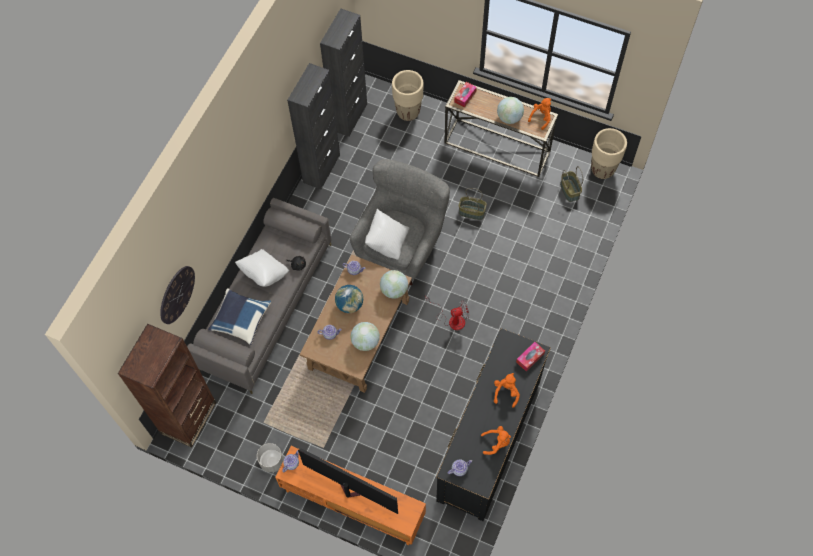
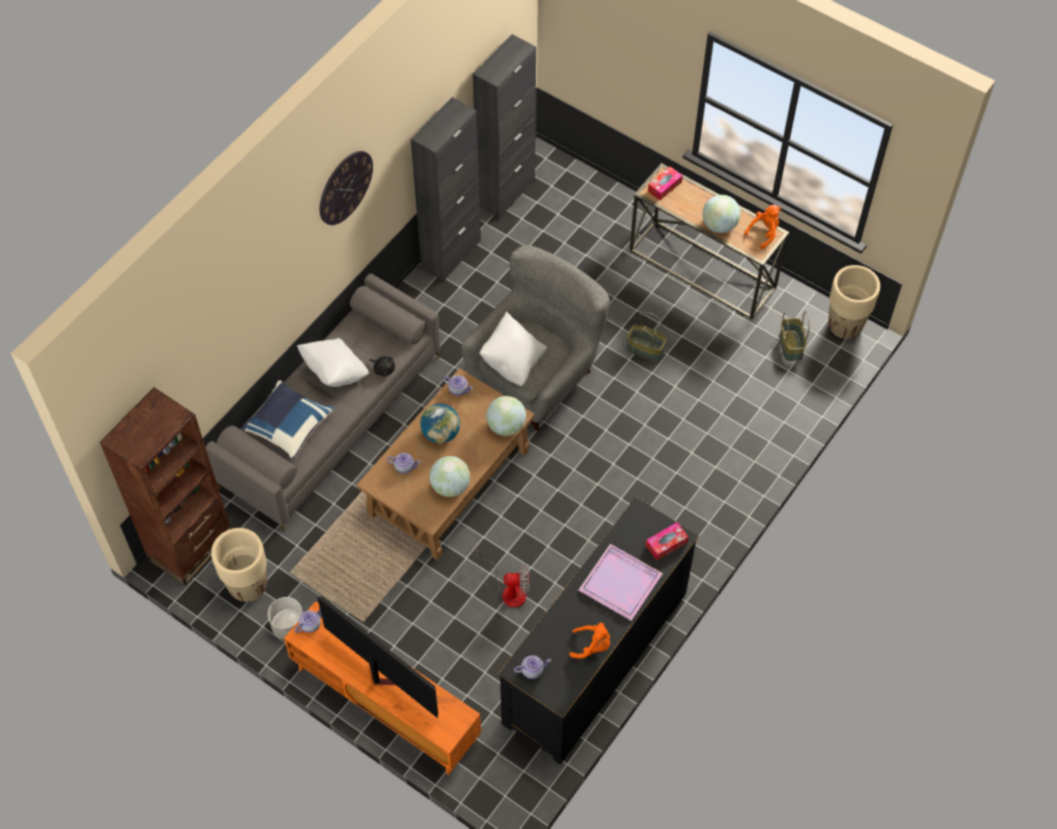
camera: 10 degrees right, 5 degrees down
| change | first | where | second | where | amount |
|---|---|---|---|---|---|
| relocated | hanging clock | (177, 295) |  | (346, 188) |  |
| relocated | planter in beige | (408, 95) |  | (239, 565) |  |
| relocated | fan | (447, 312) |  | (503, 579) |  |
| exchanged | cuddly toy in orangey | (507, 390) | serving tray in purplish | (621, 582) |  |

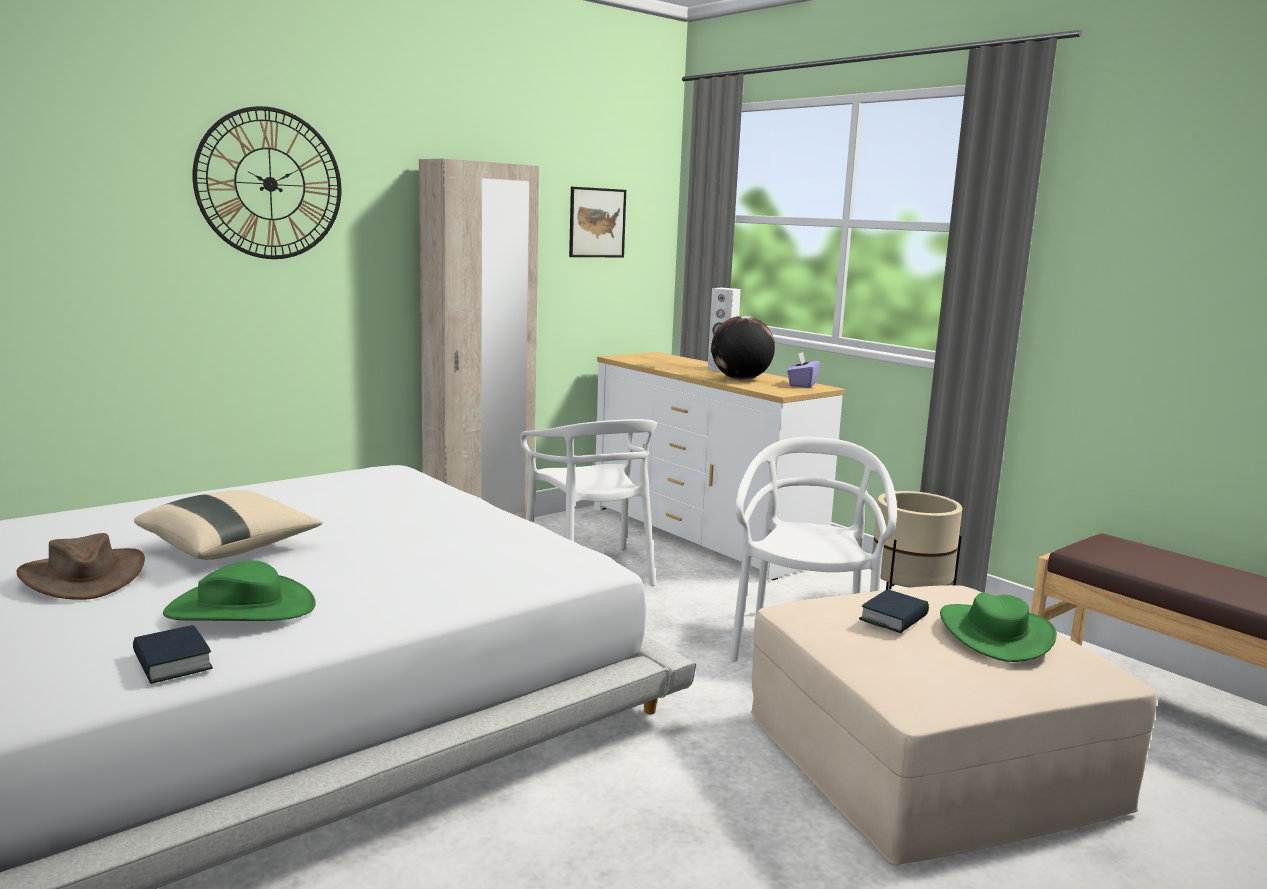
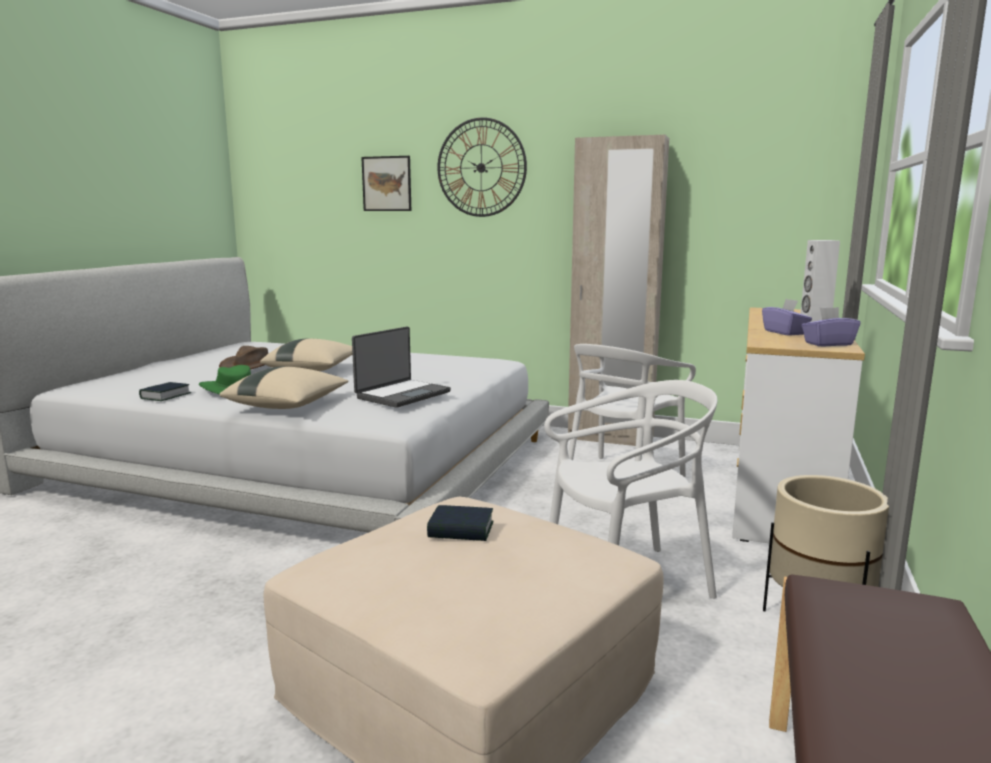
camera: 60 degrees right, 0 degrees up
| change | first | where | second | where | amount |
|---|---|---|---|---|---|
| relocated | picture | (597, 222) |  | (386, 183) |  |
| exchanged | world globe | (743, 348) | tissue box in purplish | (787, 317) |  |
| missing | wearable hat in greenish | (998, 627) |  |  |  |
| appeared |  |  | pillow in beige | (283, 387) |  |
| appeared |  |  | portable computer | (401, 367) |  |

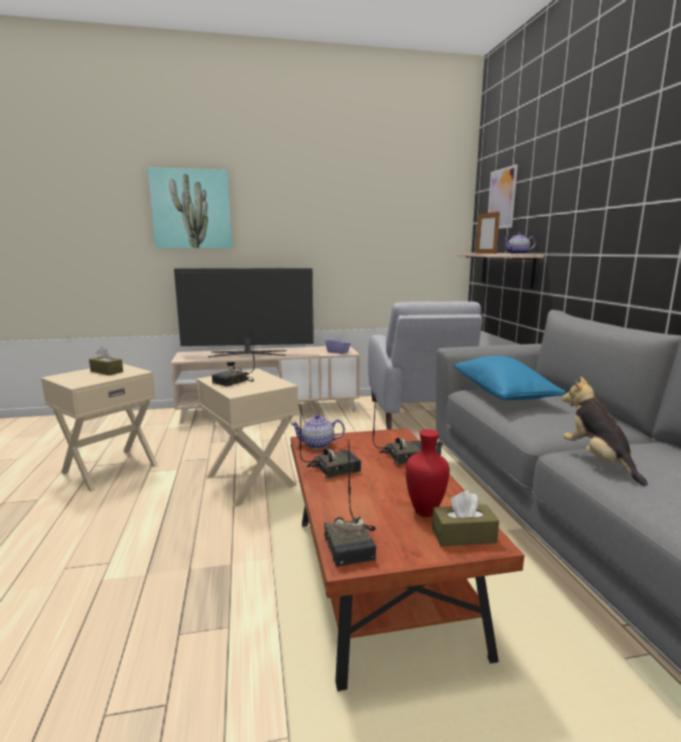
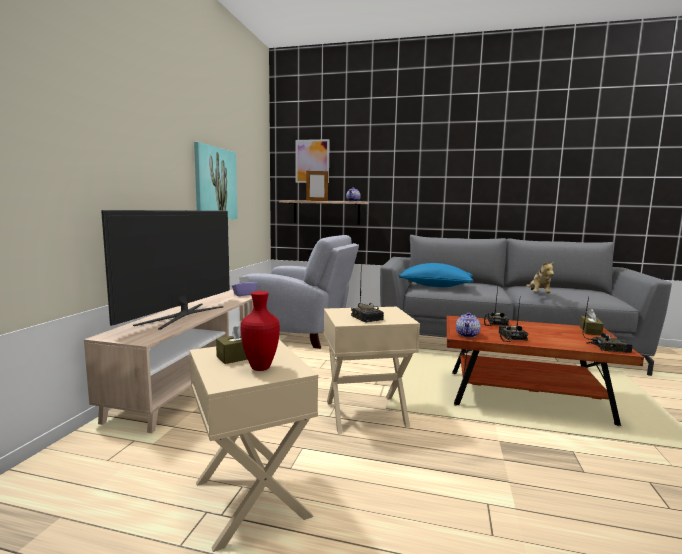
camera: 65 degrees left, 5 degrees down
| change | first | where | second | where | amount |
|---|---|---|---|---|---|
| relocated | picture | (190, 207) |  | (215, 180) |  |
| relocated | vase in red-coloured | (427, 473) |  | (260, 331) |  |
| spun | cuddly toy | (605, 431) |  | (540, 277) | 90 degrees counterclockwise |

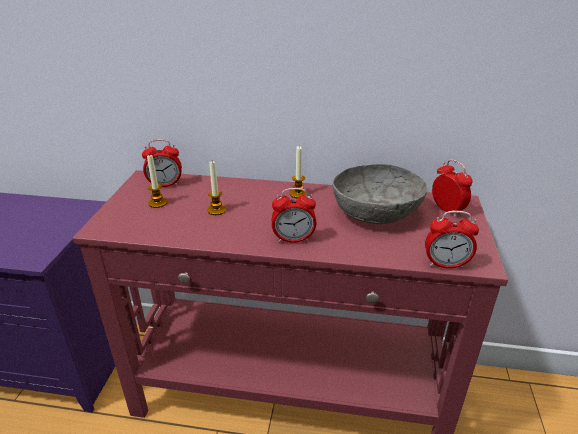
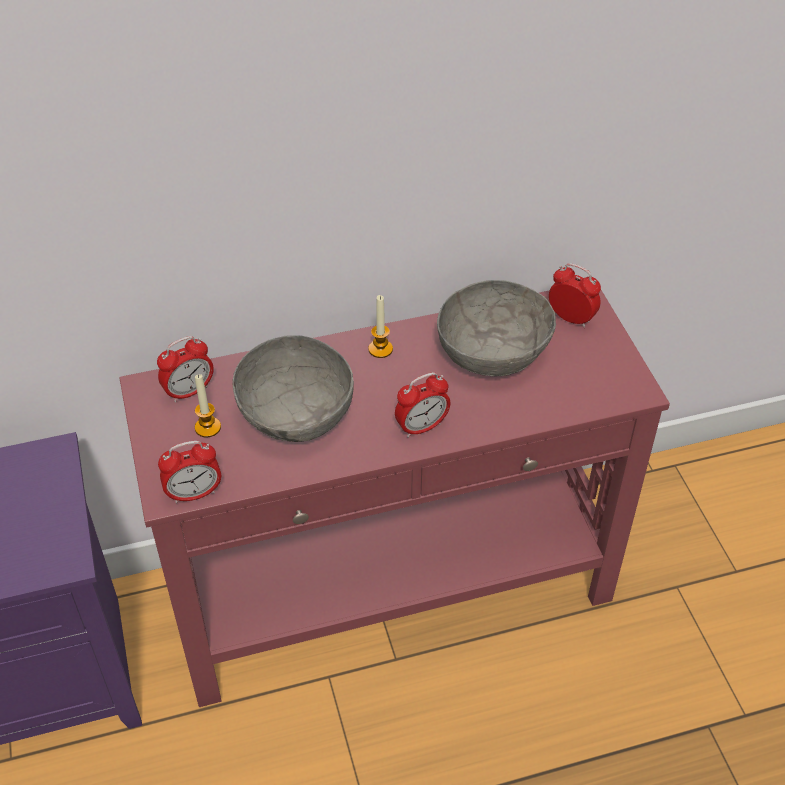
camera: 25 degrees left, 15 degrees up
| change | first | where | second | where | amount |
|---|---|---|---|---|---|
| exchanged | candle | (216, 188) | serving bowl in gray | (293, 388) |  |
| relocated | alarm clock | (452, 240) |  | (189, 472) |  |

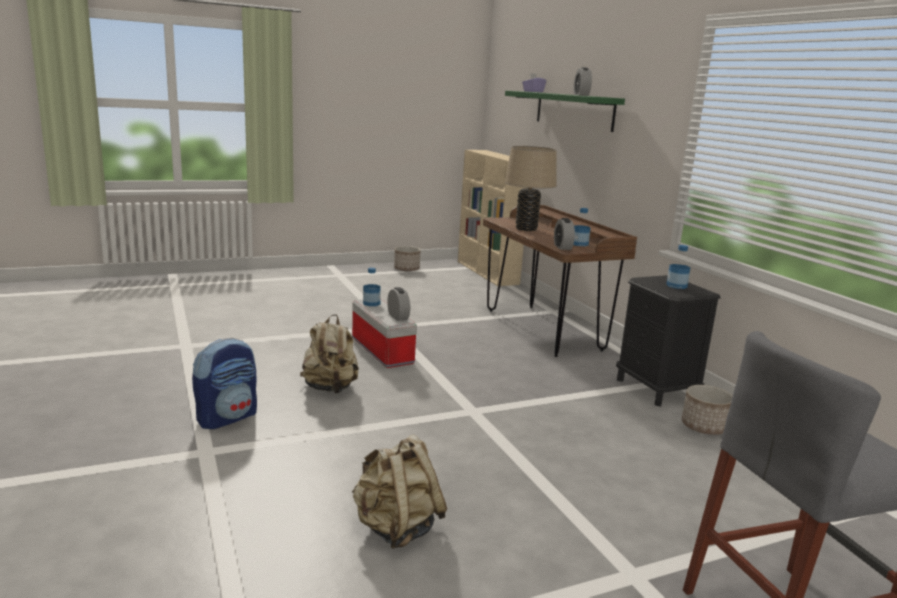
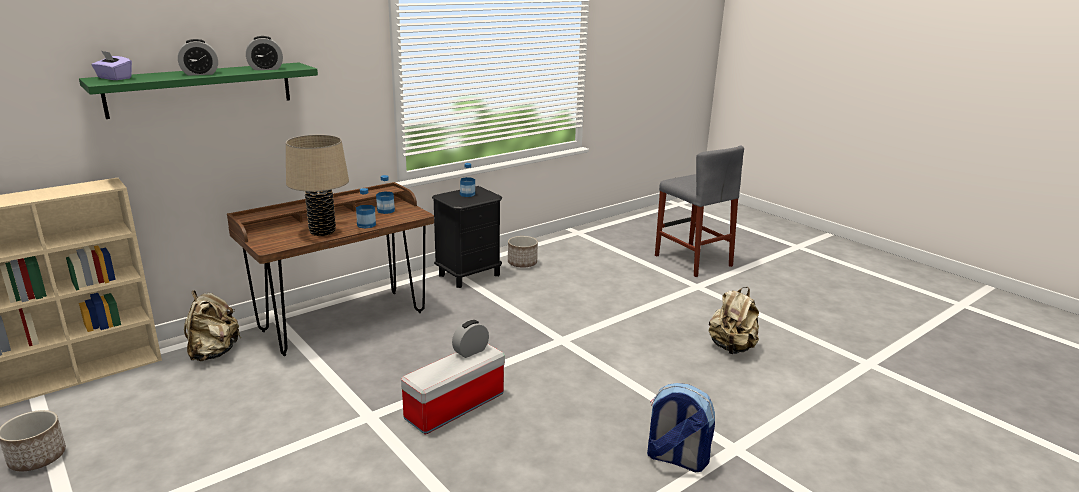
camera: 105 degrees left, 5 degrees up
| change | first | where | second | where | amount |
|---|---|---|---|---|---|
| relocated | backpack in beige | (329, 354) |  | (212, 325) |  |
| relocated | beverage bottle | (372, 287) |  | (366, 208) |  |
| relocated | alarm clock | (564, 234) |  | (198, 57) |  |

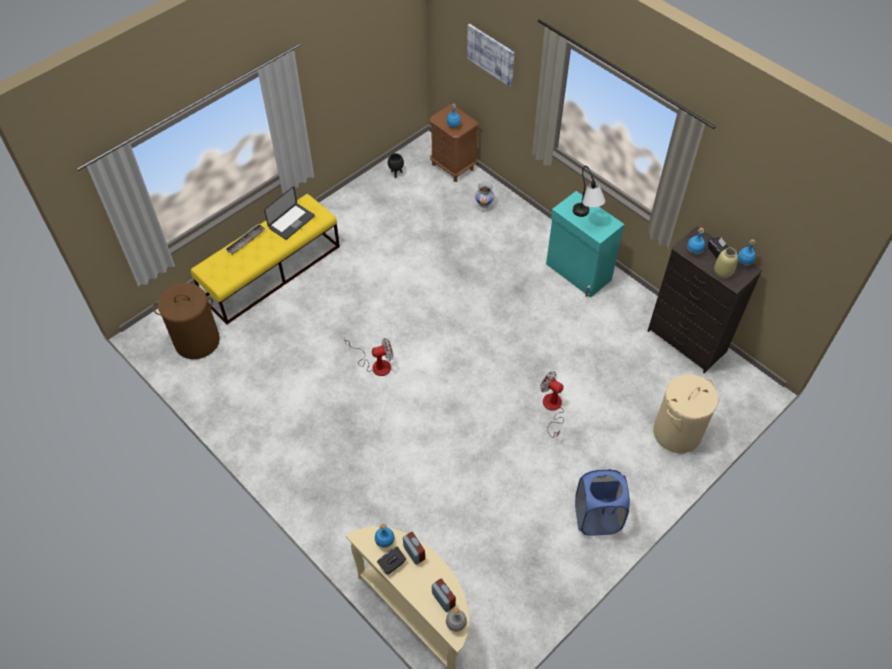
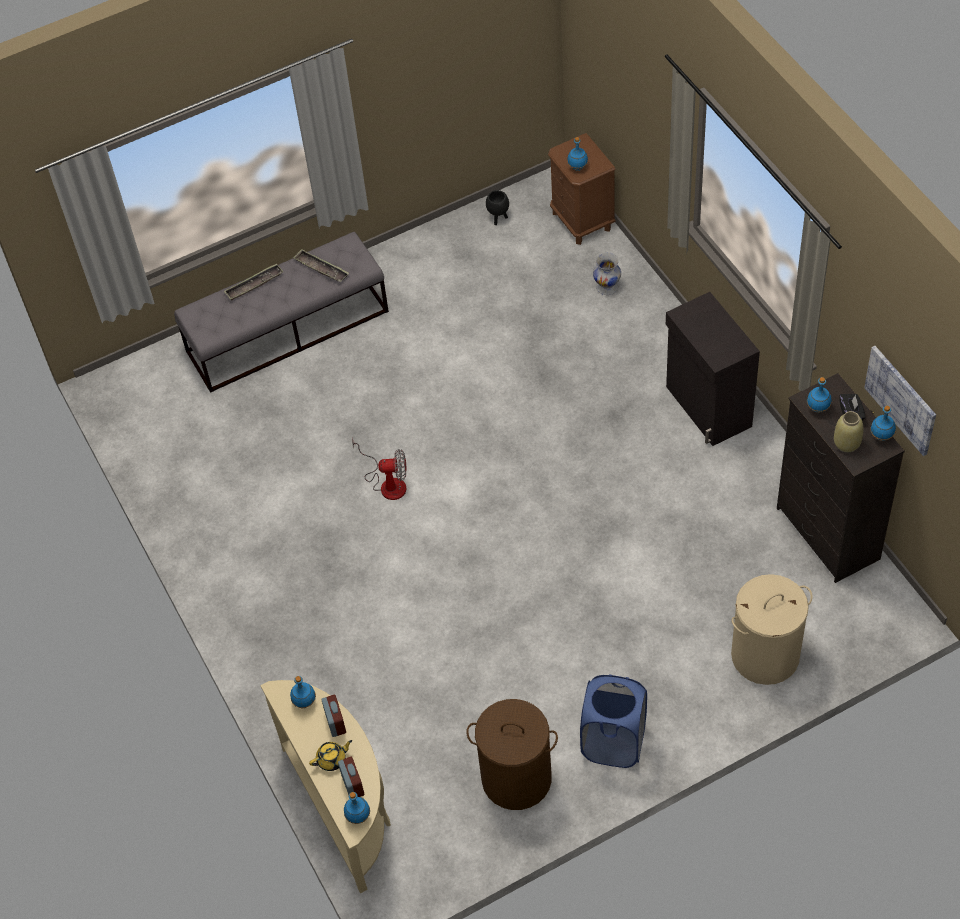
camera: 20 degrees right, 0 degrees up
| change | first | where | second | where | amount |
|---|---|---|---|---|---|
| relocated | hamper in brown-coloured | (186, 321) |  | (512, 754) |  |
| colour | indoor bench in yellow | (265, 259) | indoor bench in gray | (281, 312) |  |
| exchanged | portable computer | (289, 213) | serving tray | (321, 265) |  |
| missing | tissue box in blackish | (391, 560) |  |  |  |
| colour | beverage bottle in gray | (456, 620) | beverage bottle in blue | (357, 808) |  |
| relocated | picture | (490, 55) |  | (900, 401) |  |
| missing | fan | (552, 404) |  |  |  |
| colour | storage cabinet in turquoise | (585, 244) | storage cabinet in blackish | (713, 369) |  |
| missing | lamp for a table | (589, 191) |  |  |  |
| appeared |  |  | pot for tea in yellow | (330, 755) |  |

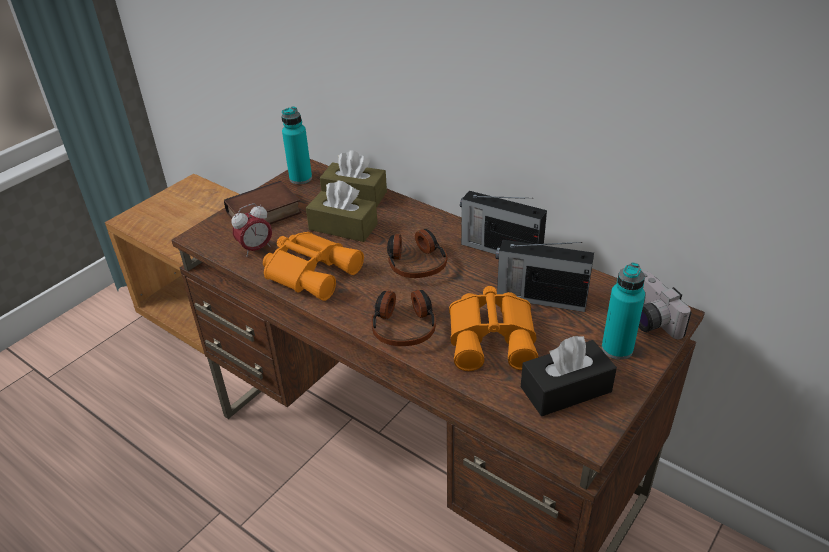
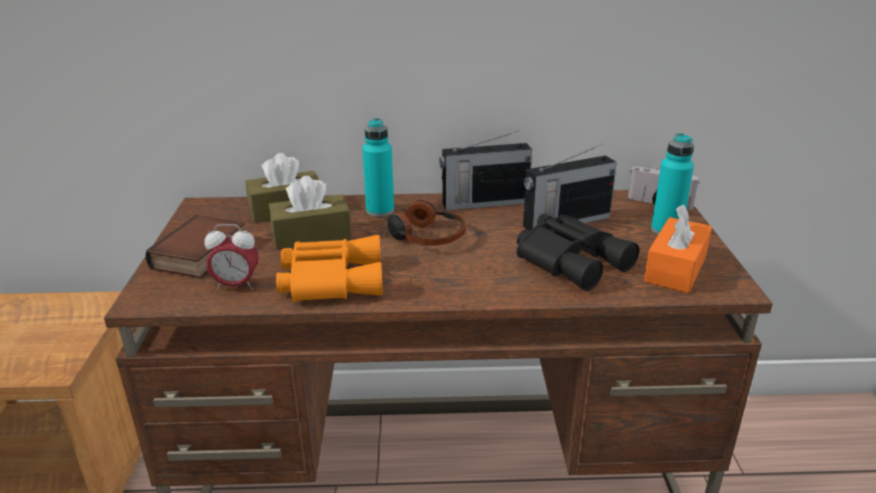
camera: 40 degrees left, 10 degrees down
| change | first | where | second | where | amount |
|---|---|---|---|---|---|
| spun | alarm clock | (251, 230) |  | (231, 257) | 75 degrees clockwise |
| relocated | beverage bottle in turquoise | (297, 145) |  | (378, 167) |  |
| missing | headphones | (404, 318) |  |  |  |
| colour | binoculars in orangey | (493, 328) | binoculars in blackish | (578, 252) |  |
| colour | tissue box in blackish | (569, 376) | tissue box in orangey | (678, 248) |  |

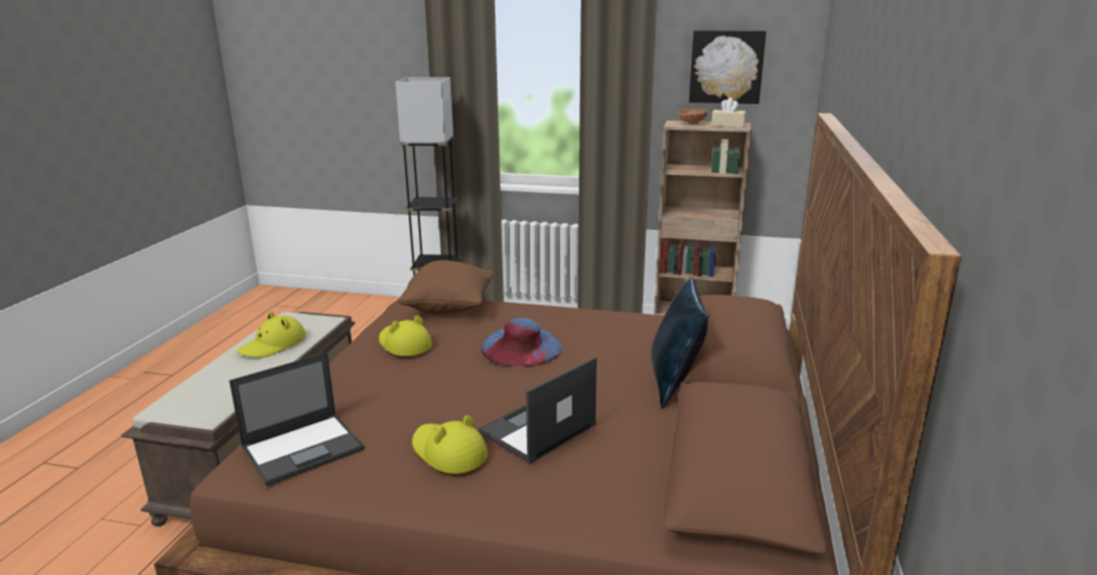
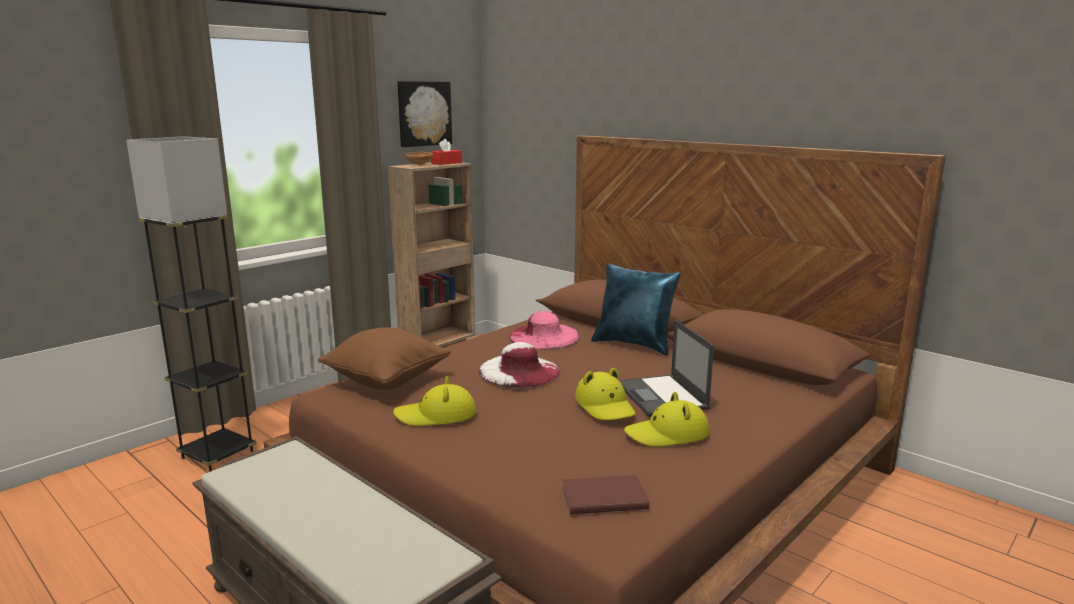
camera: 60 degrees left, 5 degrees down
| change | first | where | second | where | amount |
|---|---|---|---|---|---|
| exchanged | portable computer | (296, 419) | bound book in brown-coloured | (605, 495) |  |
| relocated | wearable hat in yellow | (271, 334) |  | (605, 394) |  |
| colour | wearable hat in blue | (521, 342) | wearable hat in whitish | (518, 365) |  |
| colour | tissue box in beige | (728, 112) | tissue box in red-coloured | (446, 152) |  |
| appeared |  |  | wearable hat in pinkish | (544, 330) |  |

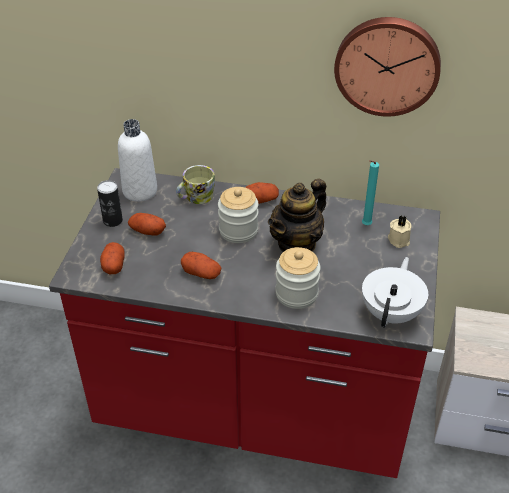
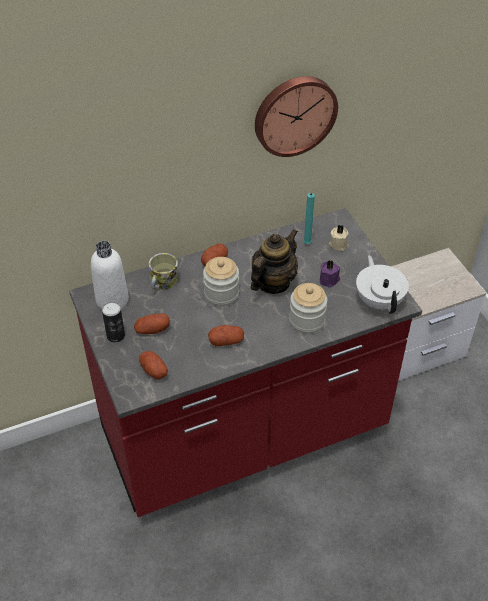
camera: 35 degrees left, 5 degrees up
| change | first | where | second | where | amount |
|---|---|---|---|---|---|
| spun | pot for tea | (297, 215) |  | (274, 261) | 150 degrees counterclockwise |
| appeared |  |  | candle in purplish | (330, 274) |  |

